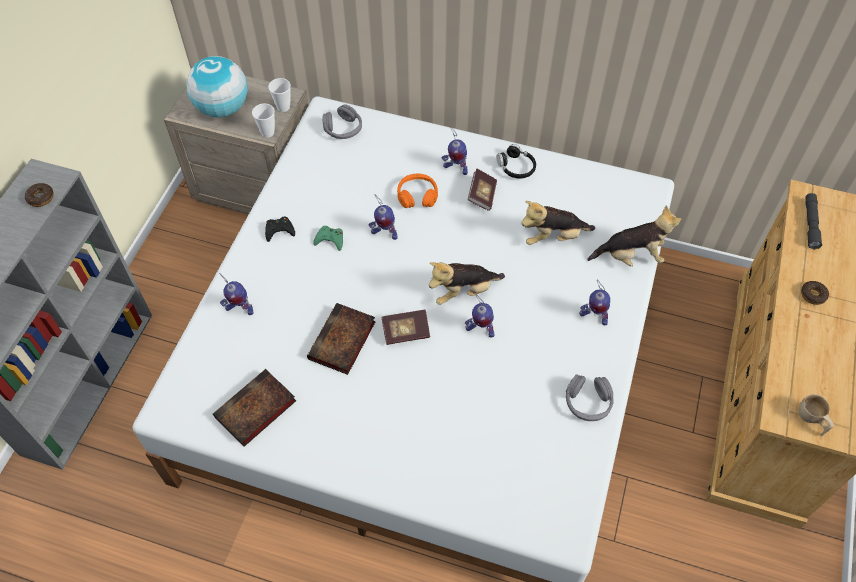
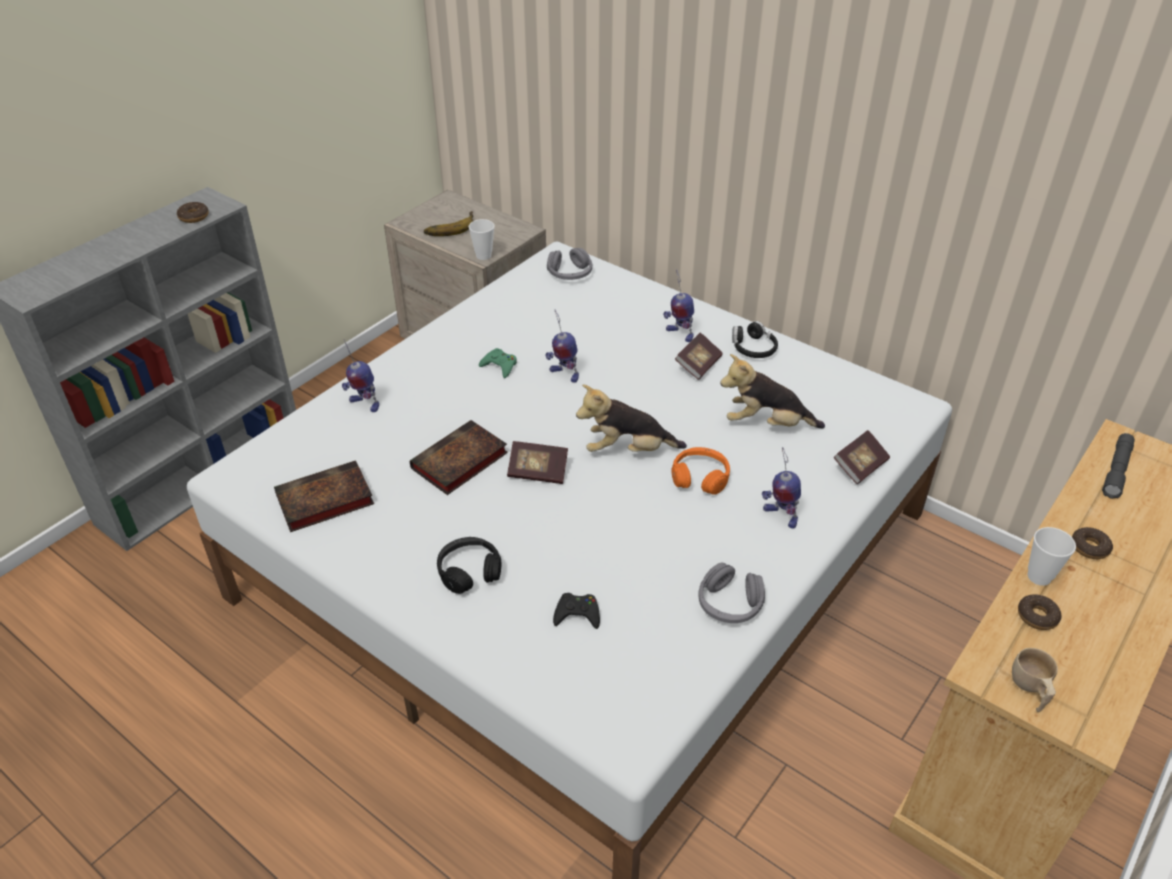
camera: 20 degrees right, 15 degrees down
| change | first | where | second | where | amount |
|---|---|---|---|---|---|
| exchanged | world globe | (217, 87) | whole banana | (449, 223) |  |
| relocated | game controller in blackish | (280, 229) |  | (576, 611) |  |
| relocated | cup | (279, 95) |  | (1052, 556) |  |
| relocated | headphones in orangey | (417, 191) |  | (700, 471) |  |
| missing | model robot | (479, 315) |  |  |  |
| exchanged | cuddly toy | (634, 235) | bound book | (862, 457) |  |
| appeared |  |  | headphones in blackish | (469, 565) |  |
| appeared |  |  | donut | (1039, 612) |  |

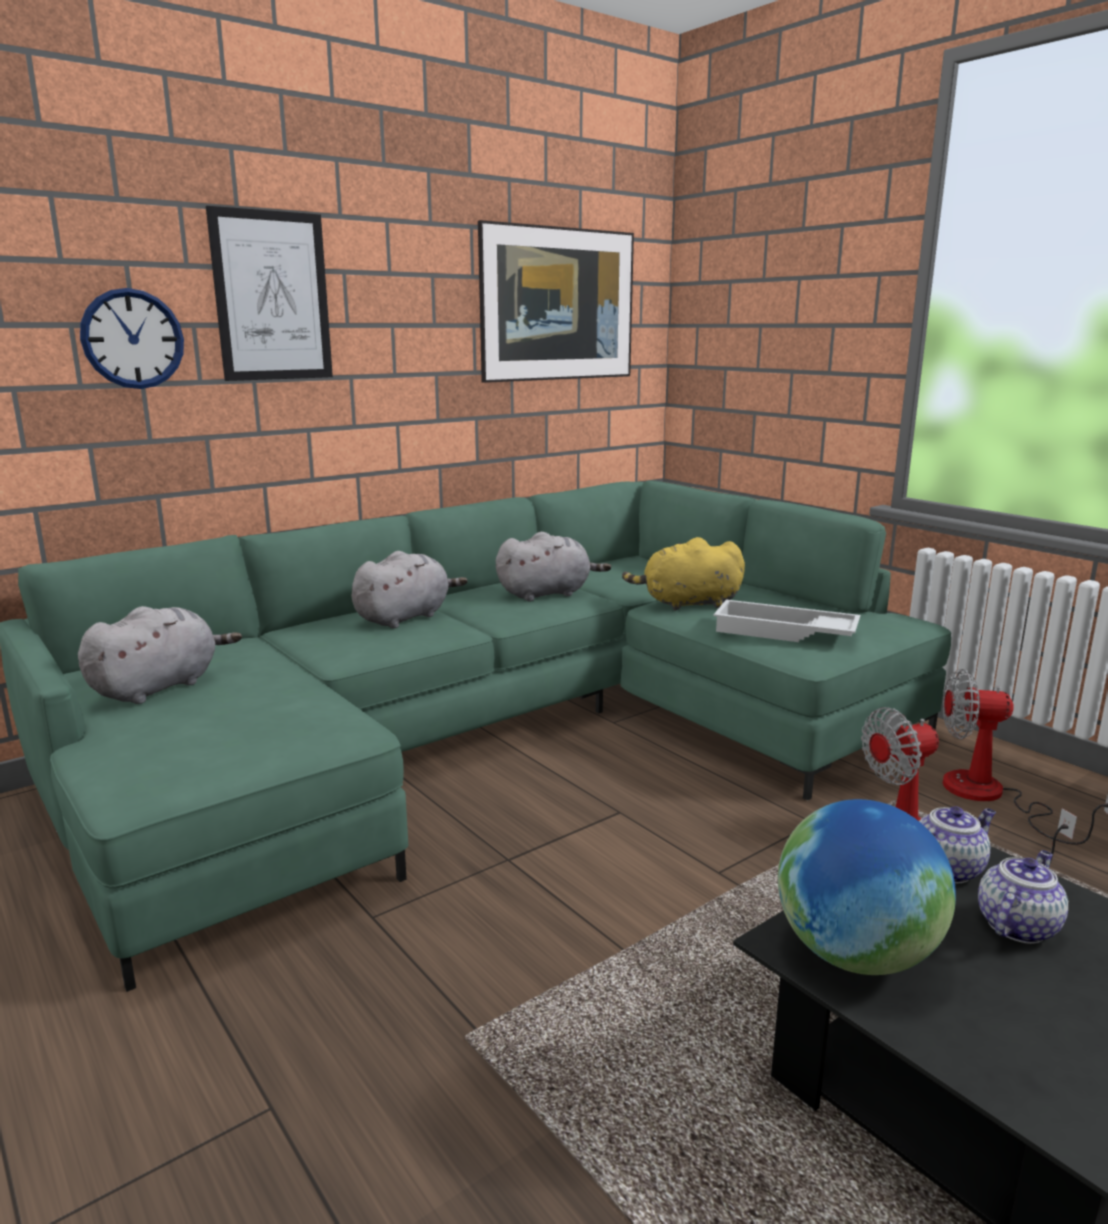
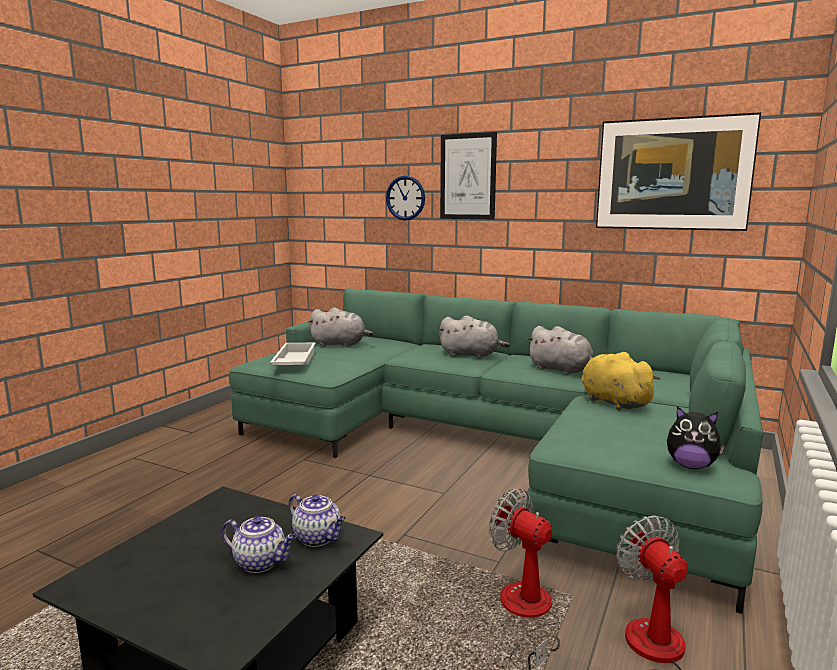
camera: 65 degrees right, 5 degrees down
| change | first | where | second | where | amount |
|---|---|---|---|---|---|
| relocated | serving tray in whitish | (786, 621) |  | (293, 354) |  |
| missing | world globe | (867, 887) |  |  |  |
| appeared |  |  | cuddly toy | (696, 437) |  |

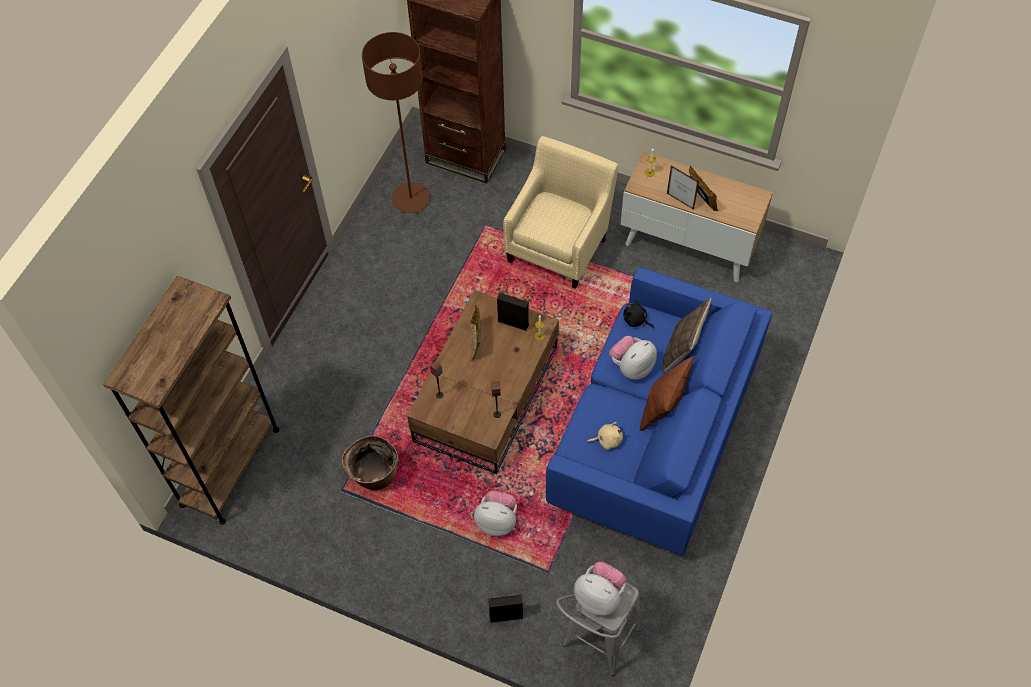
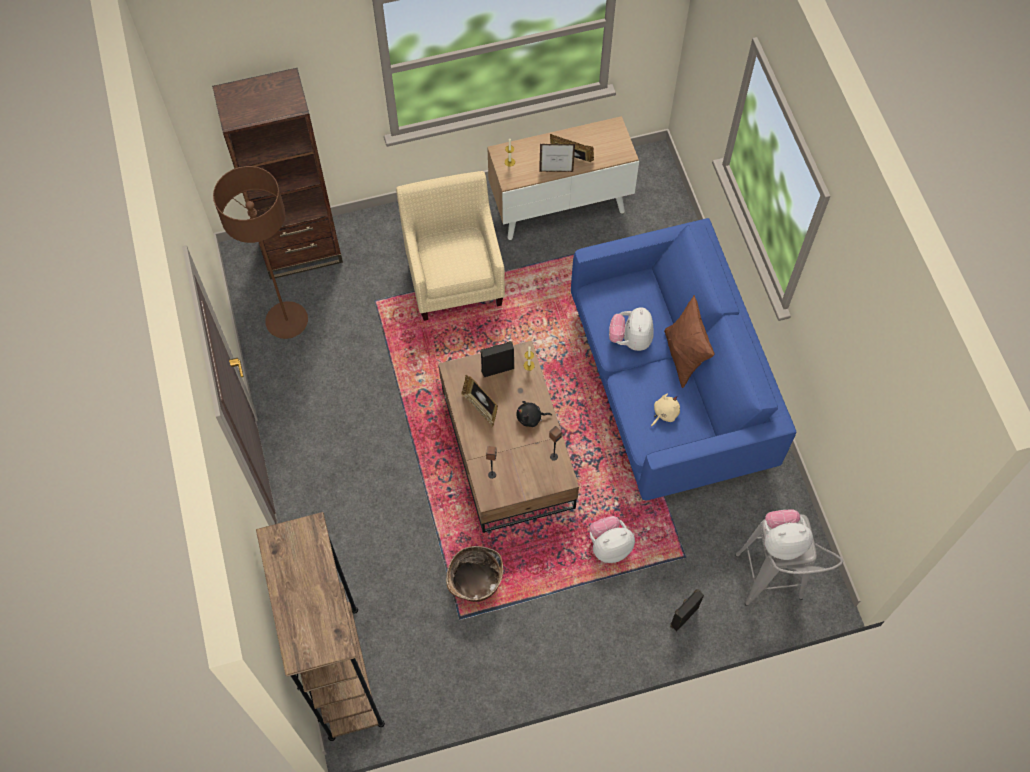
camera: 40 degrees left, 5 degrees up
| change | first | where | second | where | amount |
|---|---|---|---|---|---|
| relocated | cuddly toy in blackish | (638, 314) |  | (534, 414) |  |
| missing | pillow | (686, 335) |  |  |  |

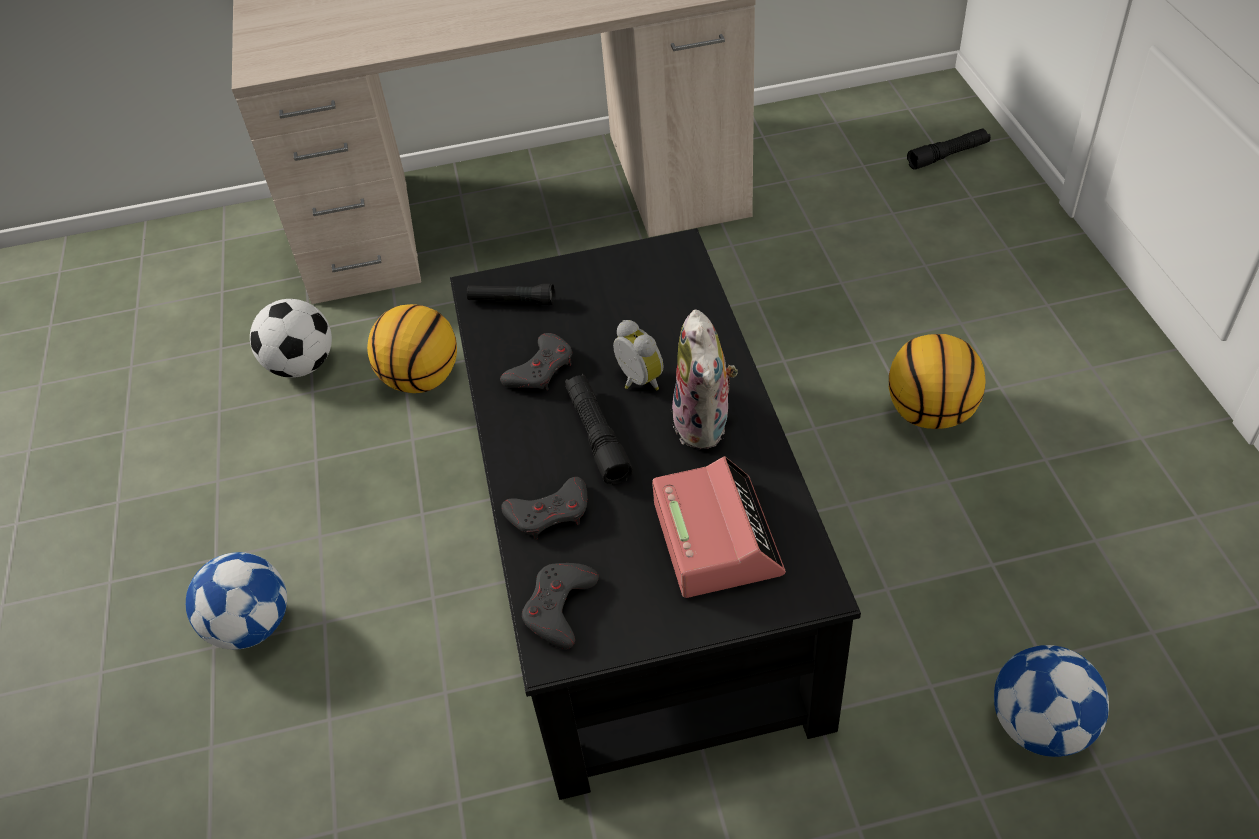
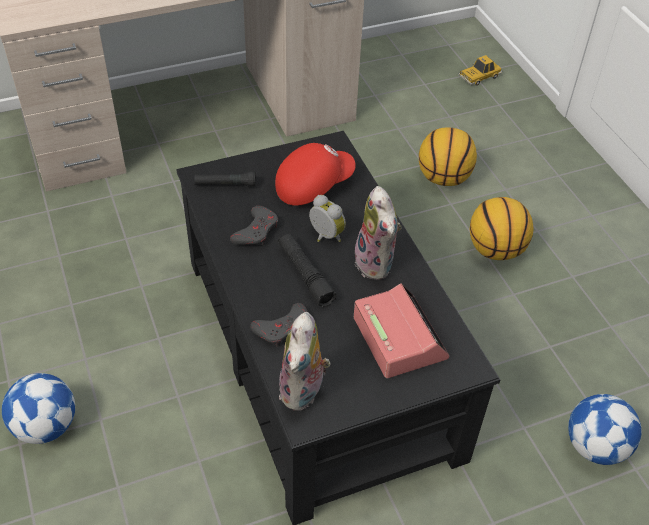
camera: 15 degrees left, 0 degrees up
| change | first | where | second | where | amount |
|---|---|---|---|---|---|
| missing | football | (291, 338) |  |  |  |
| relocated | basketball | (412, 348) |  | (448, 156) |  |
| exchanged | game controller in gray | (560, 606) | cuddly toy | (304, 361) |  |
| exchanged | hand torch in blackish | (949, 149) | model car | (480, 70) |  |
| appeared |  |  | cap in red-coloured | (315, 174) |  |

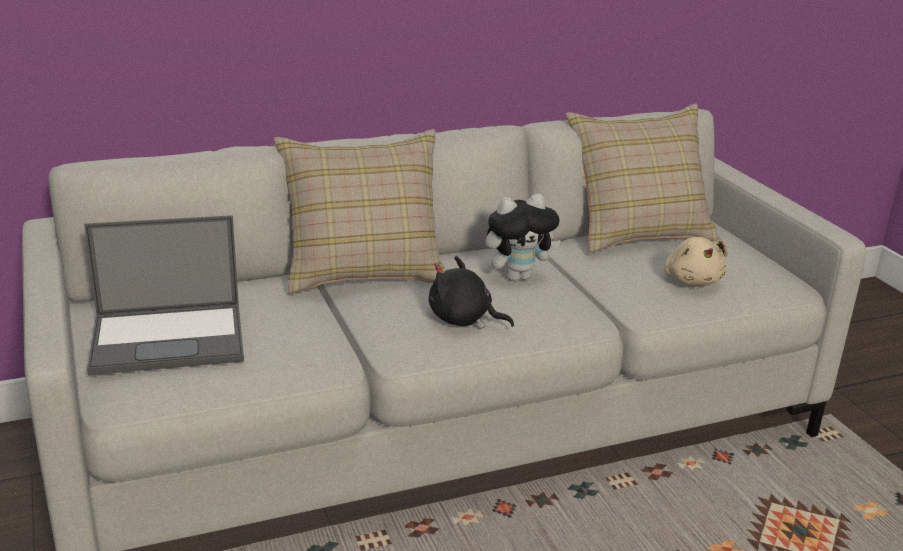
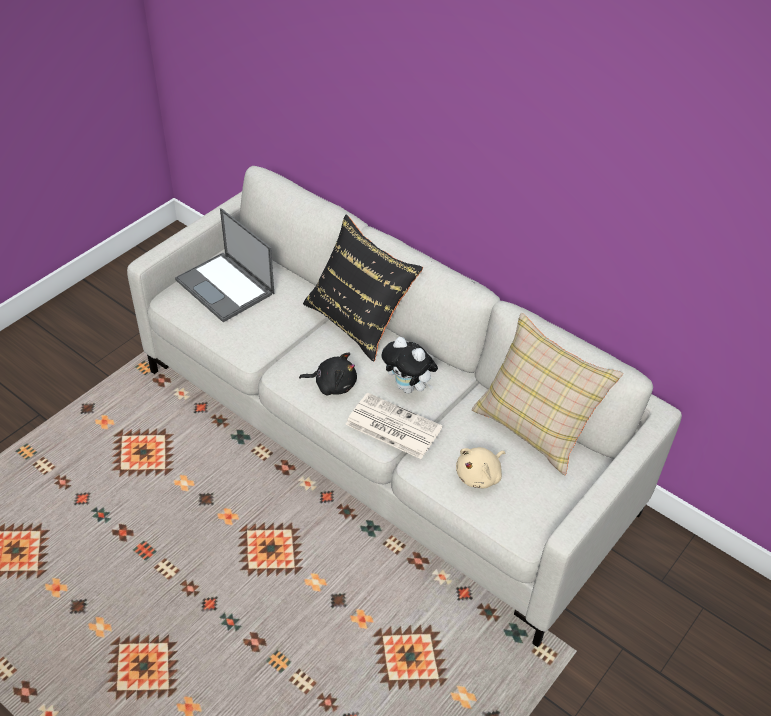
camera: 60 degrees right, 20 degrees up
| change | first | where | second | where | amount |
|---|---|---|---|---|---|
| colour | pillow in beige | (360, 211) | pillow in blackish | (363, 288) |  |
| spun | cuddly toy in blackish | (471, 292) |  | (328, 374) | 105 degrees clockwise |
| appeared |  |  | printed paper | (394, 426) |  |

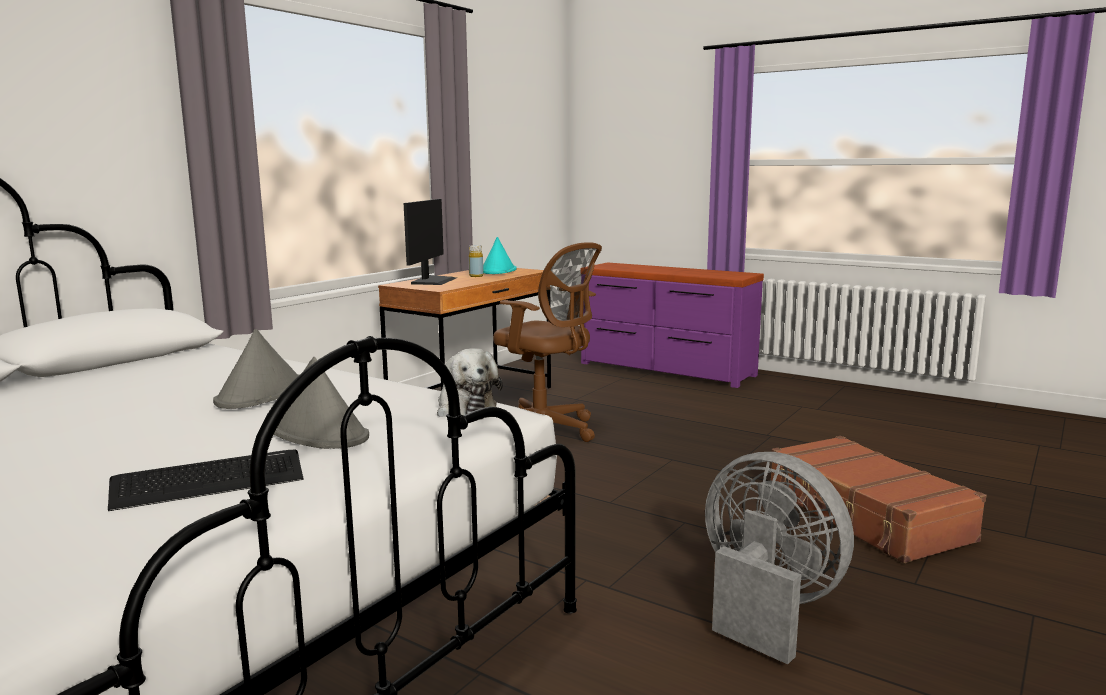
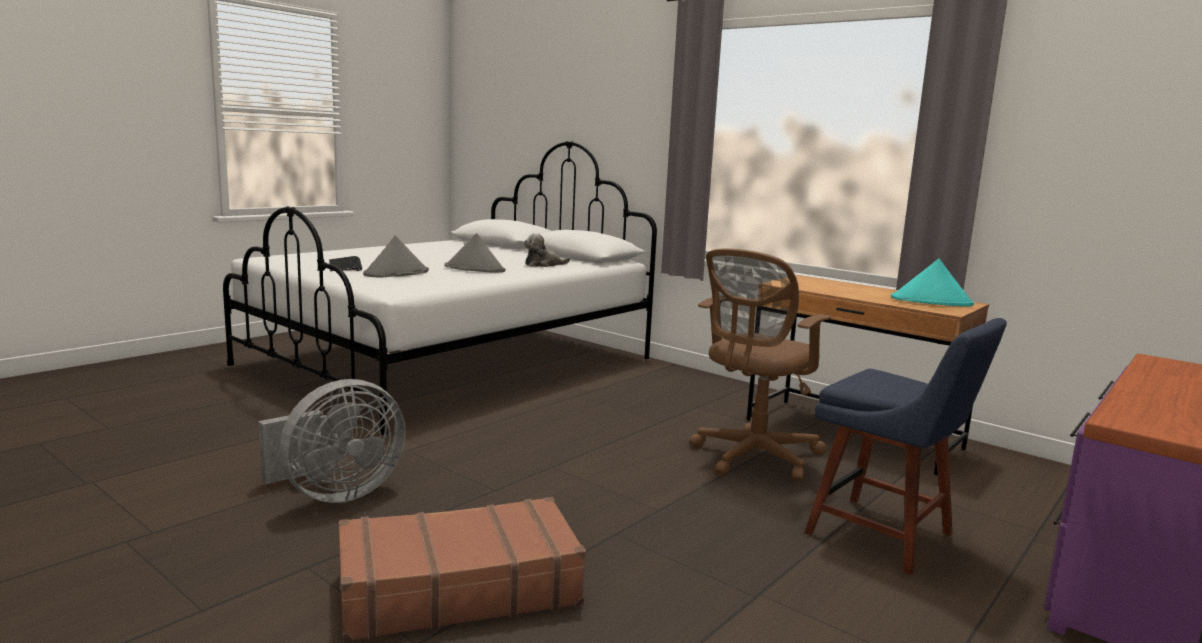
camera: 95 degrees right, 0 degrees up
| change | first | where | second | where | amount |
|---|---|---|---|---|---|
| missing | computer screen | (430, 242) |  |  |  |
| relocated | cuddly toy | (469, 383) |  | (547, 250) |  |
| missing | beverage bottle in yellow | (476, 261) |  |  |  |
| appeared |  |  | plain chair in blue | (905, 446) |  |

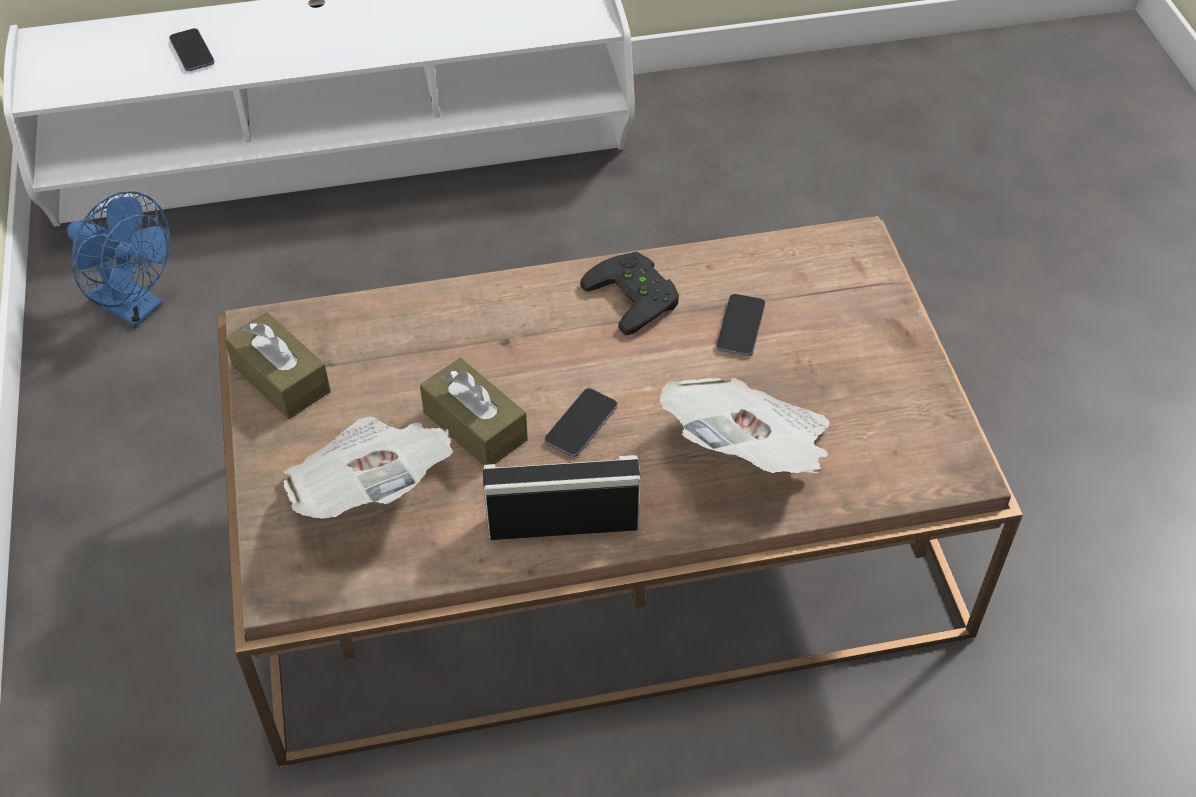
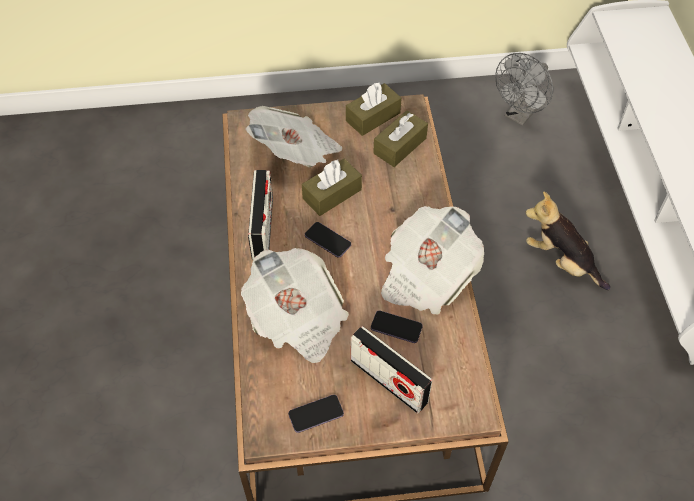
camera: 95 degrees right, 5 degrees up
| change | first | where | second | where | amount |
|---|---|---|---|---|---|
| colour | fan in blue | (118, 259) | fan in gray | (524, 89) |  |
| relocated | phone | (192, 49) |  | (316, 414) |  |
| exchanged | game controller in blackish | (629, 293) | printed paper | (432, 260) |  |
| appeared |  |  | radio set | (392, 370) |  |
| appeared |  |  | tissue box in brown-coloured | (400, 138) |  |
| appeared |  |  | cuddly toy | (567, 240) |  |

